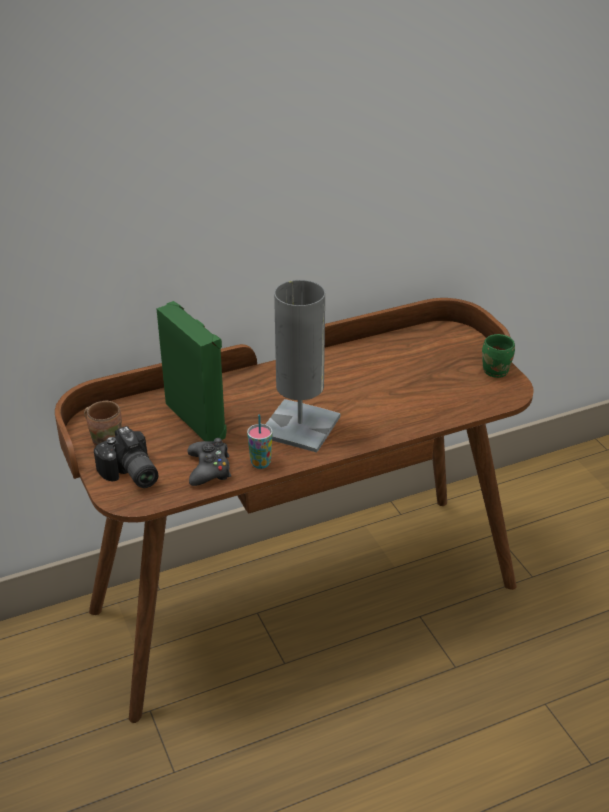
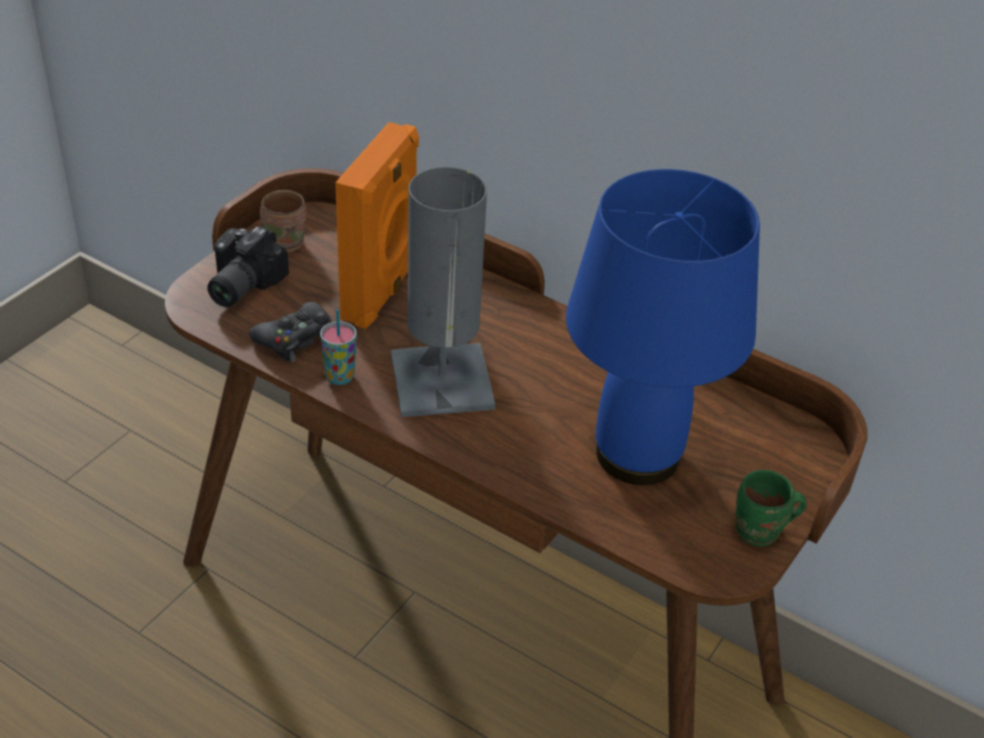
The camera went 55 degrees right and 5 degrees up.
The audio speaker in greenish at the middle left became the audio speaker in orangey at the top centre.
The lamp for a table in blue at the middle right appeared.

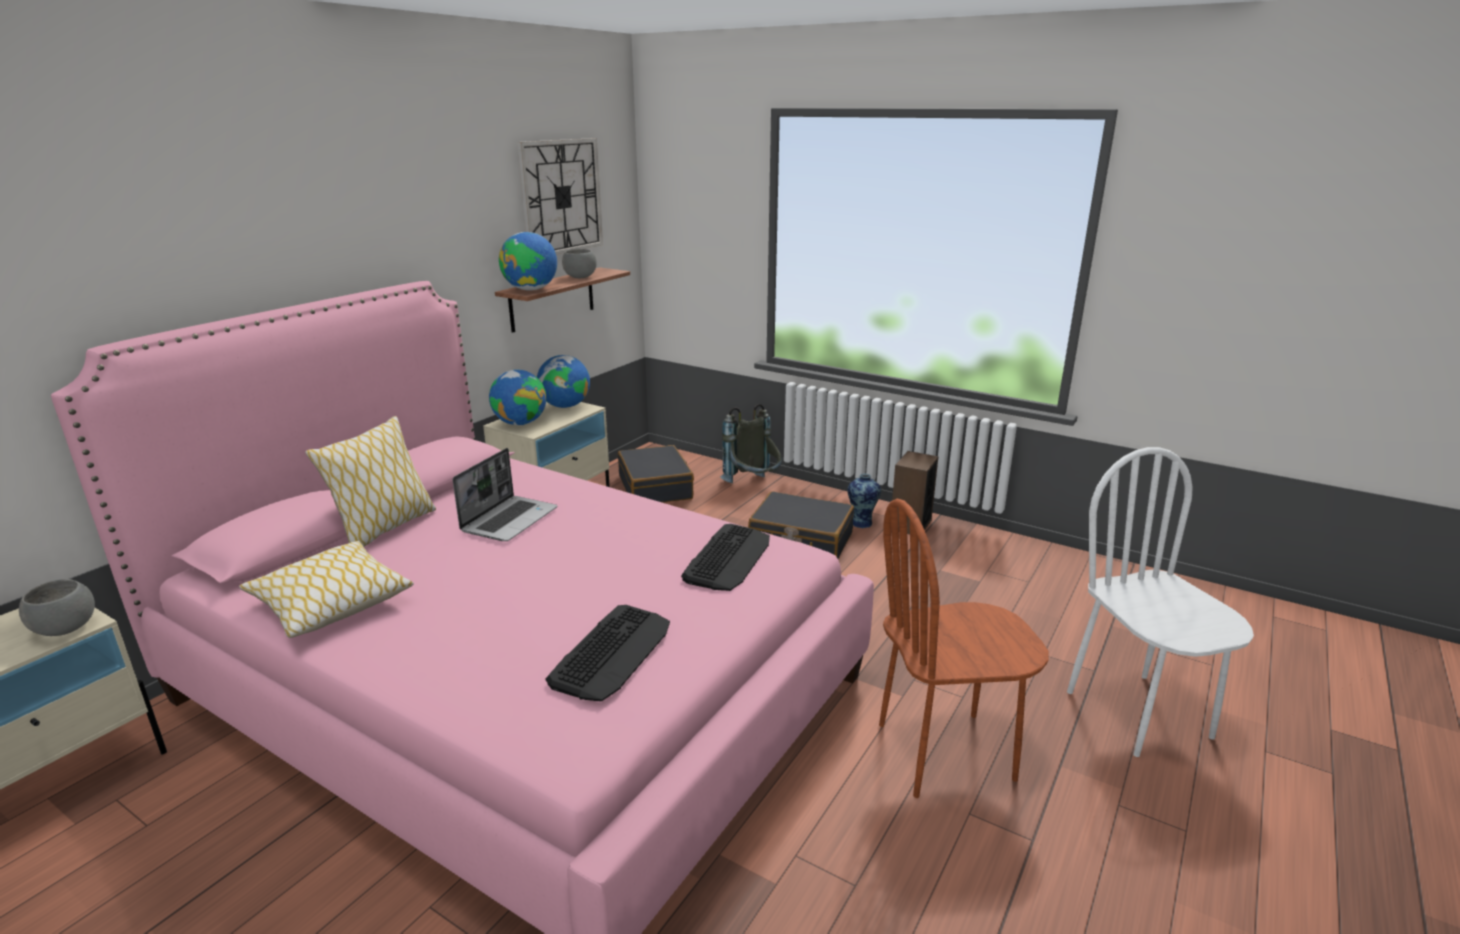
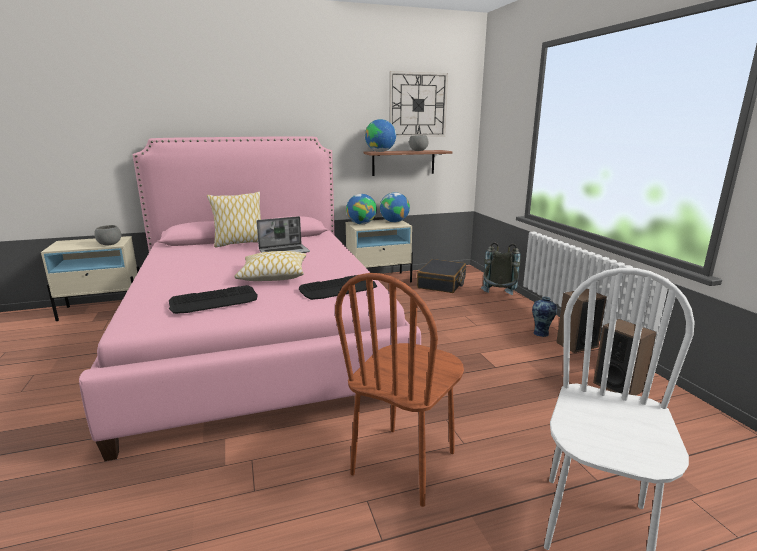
The camera went 40 degrees right and 5 degrees down.
The throw pillow (1st from left in the first image) moved from the middle left to the centre.
The upright chair in brown-coloured at the bottom centre turned 90 degrees counterclockwise.
The audio speaker (2nd from left) at the middle right appeared.
The travel case in blackish (2nd from left) at the centre disappeared.

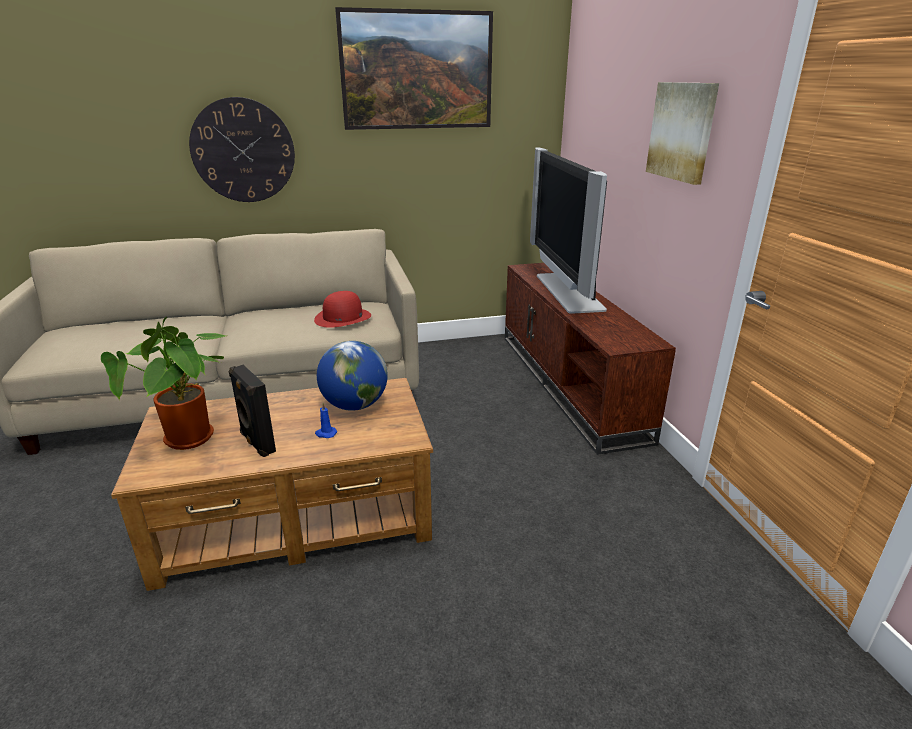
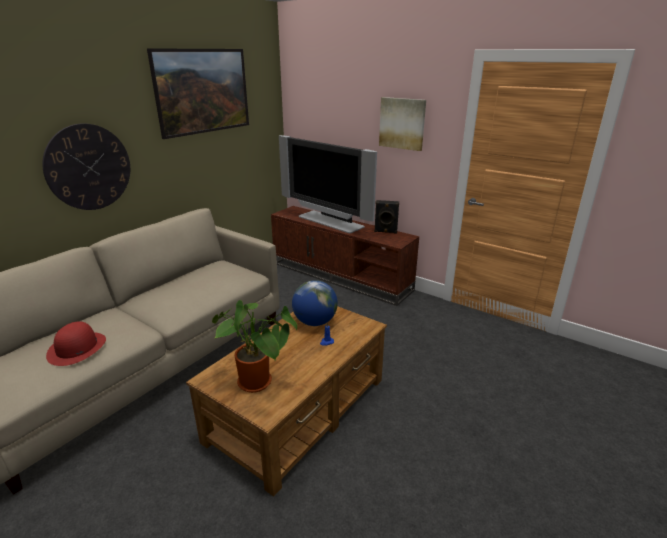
The camera went 40 degrees left and 0 degrees up.
The wearable hat in red moved from the centre to the middle left.
The audio speaker in blackish moved from the middle left to the centre.

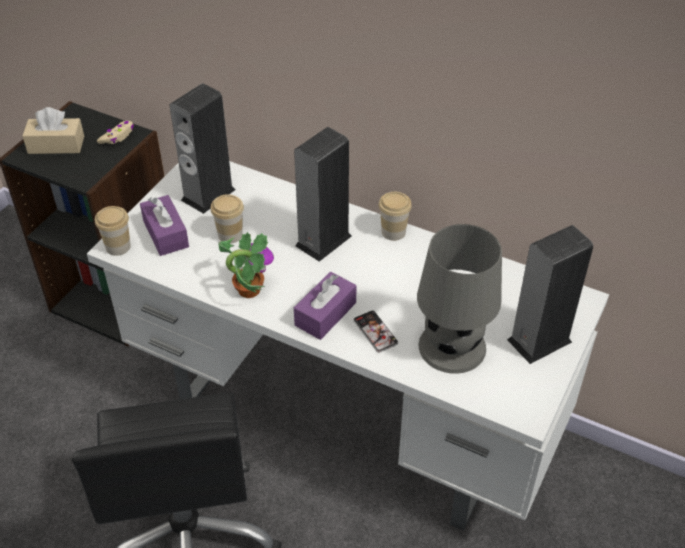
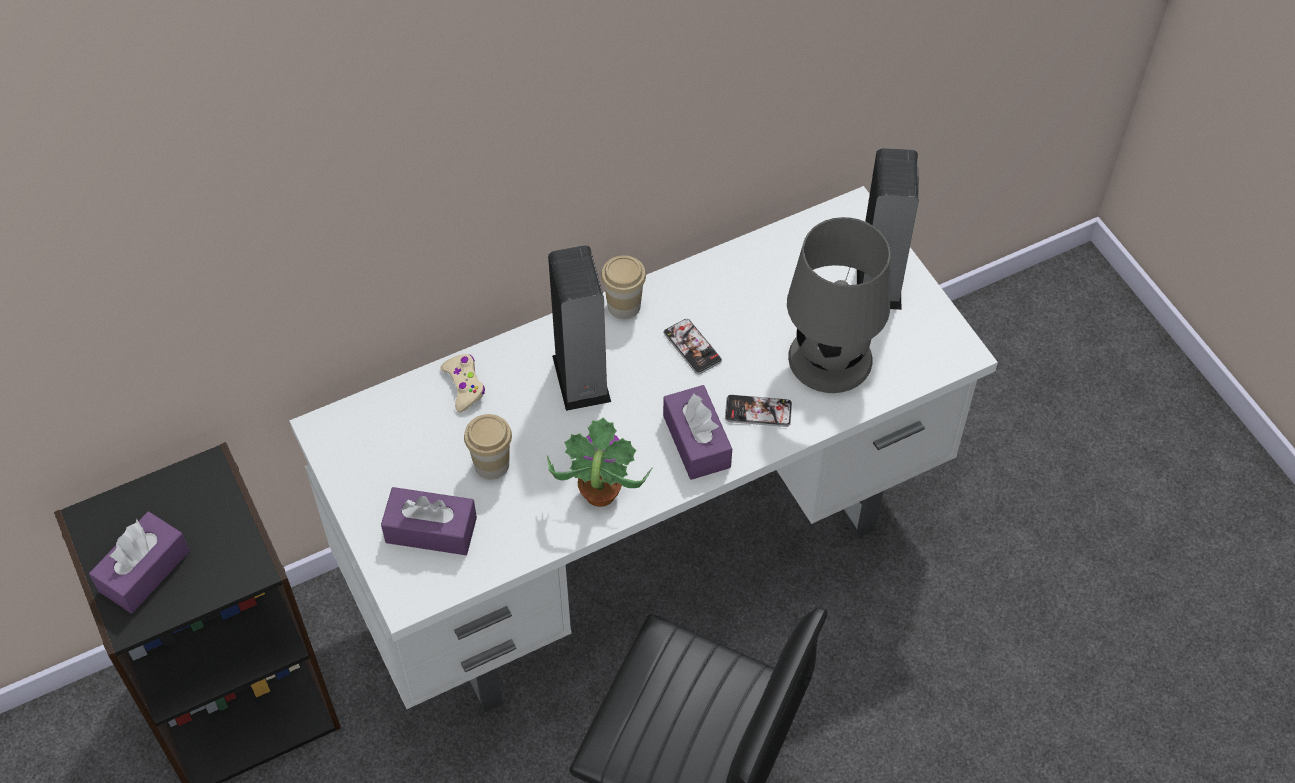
The camera went 55 degrees left and 10 degrees up.
The tissue box in beige at the top left became the tissue box in purple-coloured (1st from left) at the bottom left.
The gamepad in beige moved from the top left to the centre.
The telephone (1st from left) at the centre appeared.
The drinking cup (1st from left) at the middle left disappeared.
The audio speaker (1st from left) at the top left disappeared.

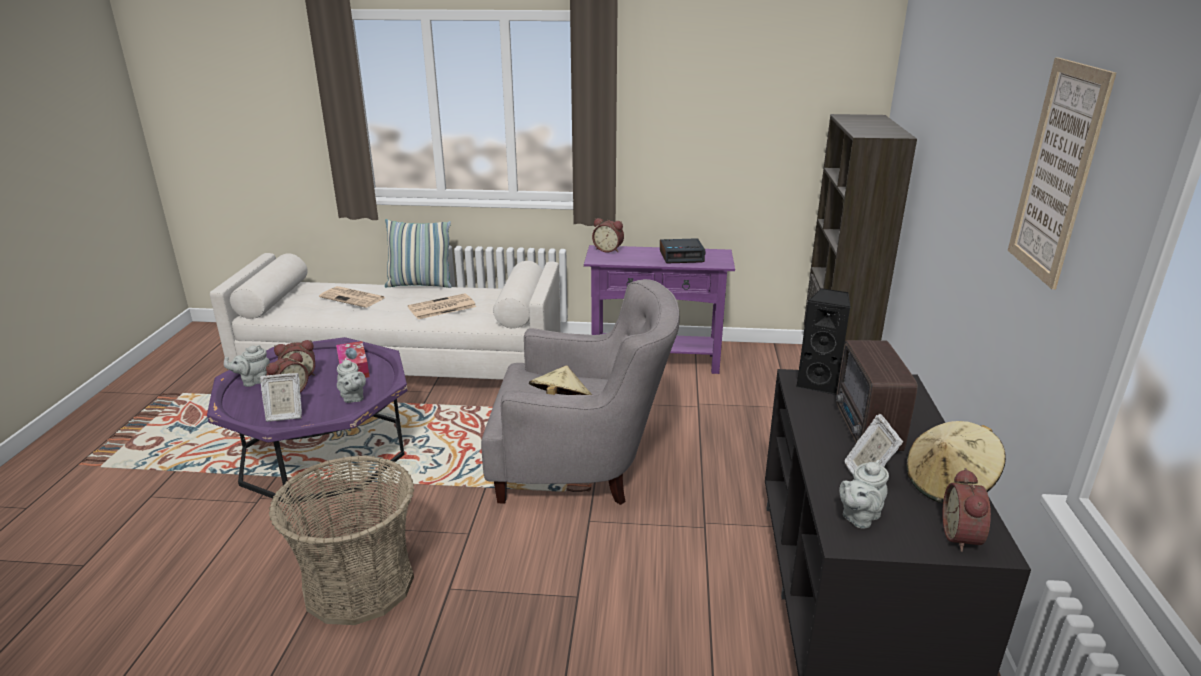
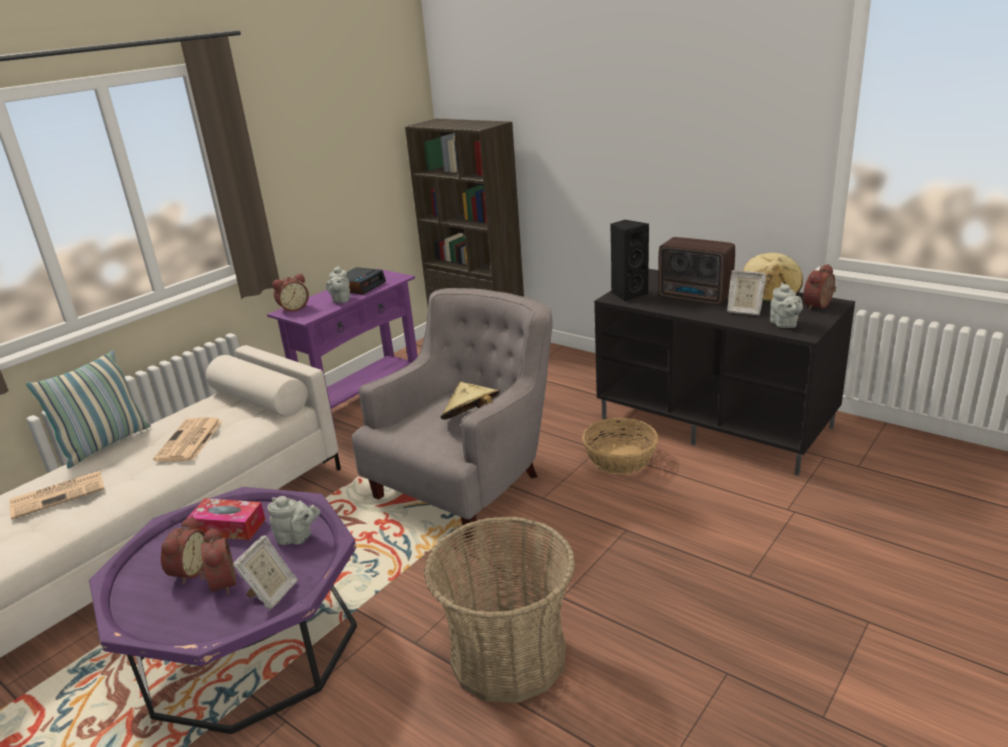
The camera went 55 degrees left and 0 degrees up.
The pot for tea in greyish (1st from left in the first image) moved from the middle left to the centre.
The storage basket (2nd from left) at the centre appeared.
The table clock (5th from left) at the bottom right turned 90 degrees clockwise.
The wall art at the top right disappeared.

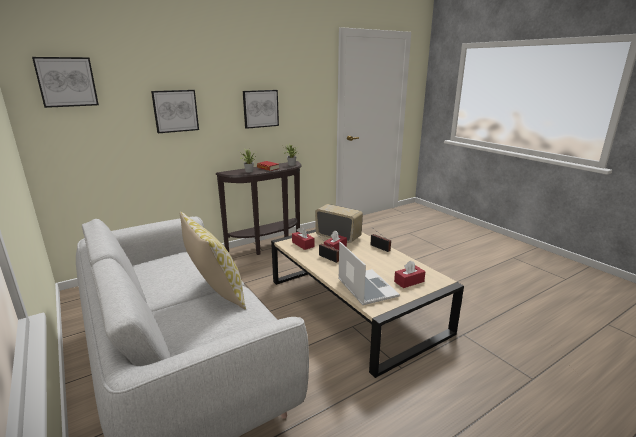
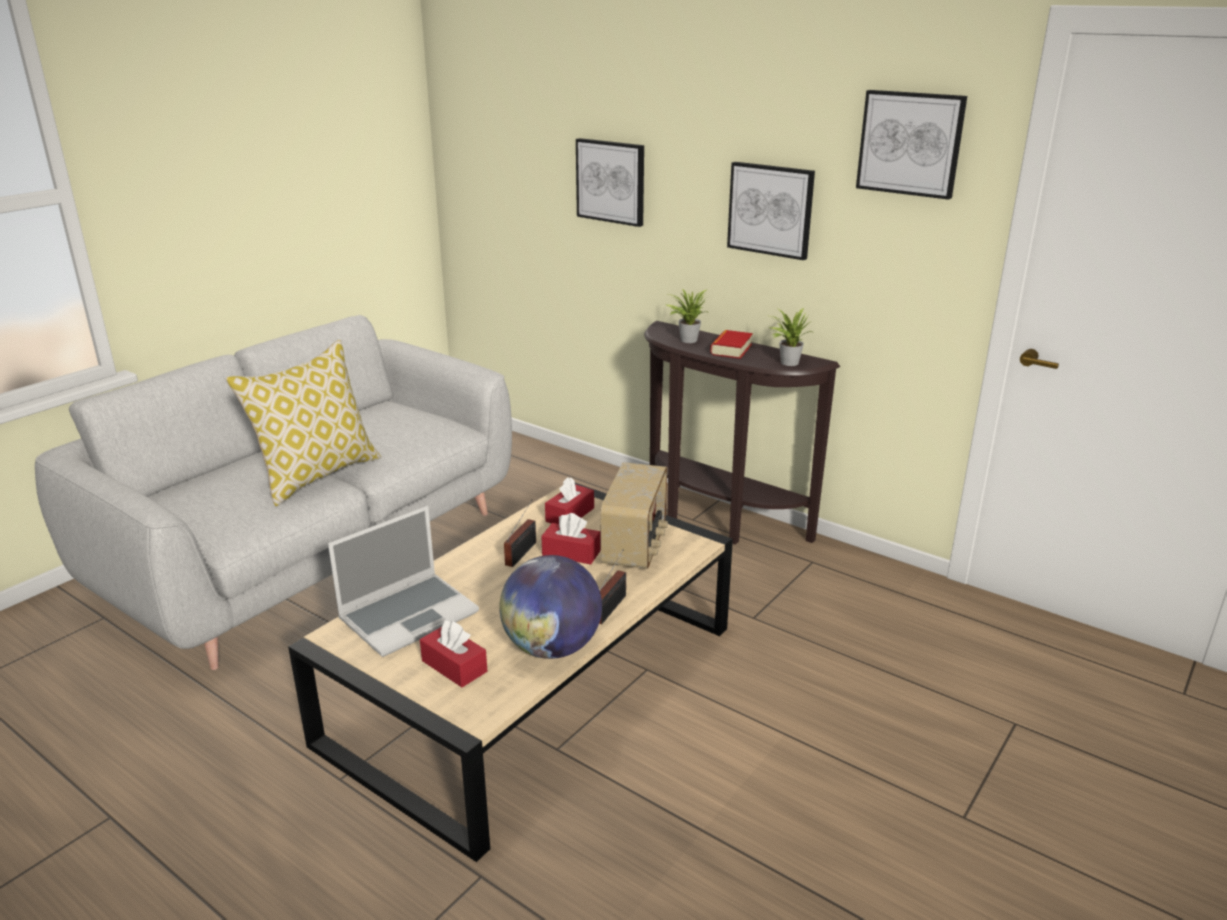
The camera went 70 degrees right and 5 degrees up.
The world globe at the centre appeared.
The wall art (1st from left in the first image) moved from the top left to the top right.

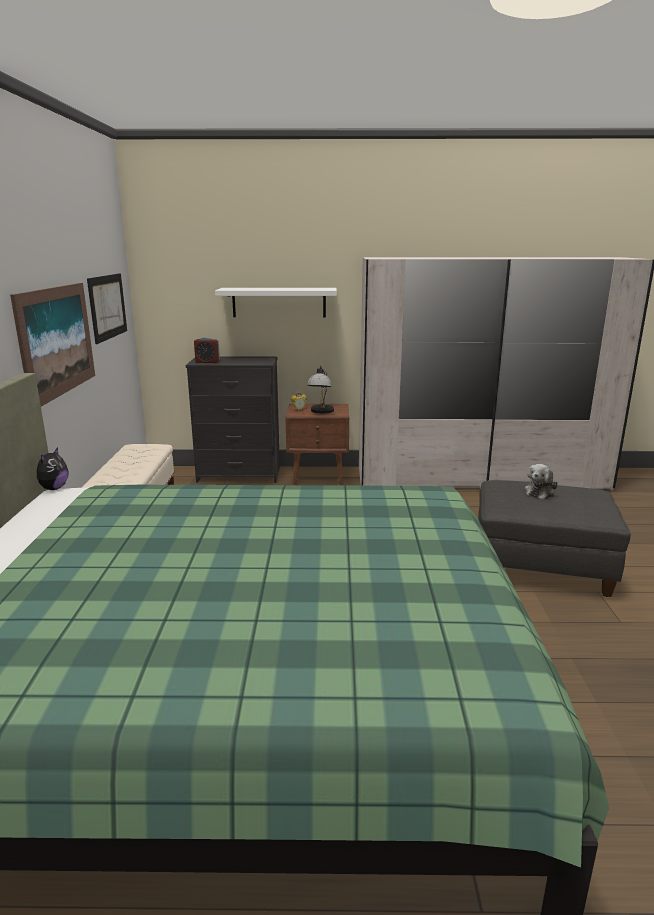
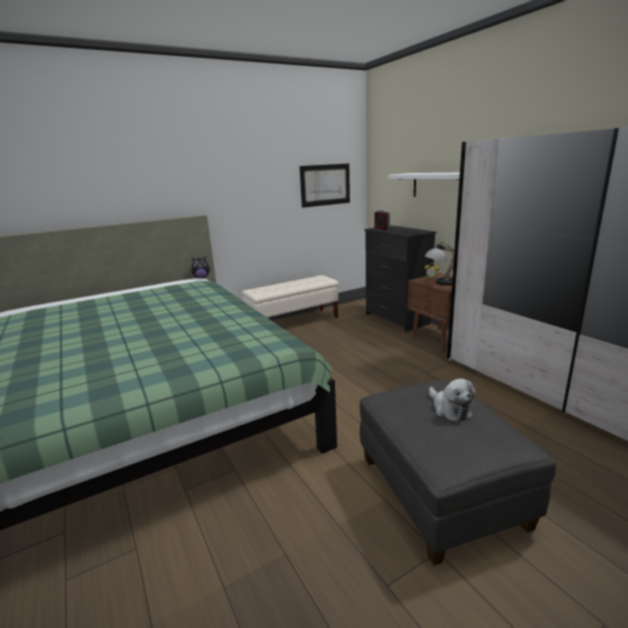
The camera went 60 degrees right and 0 degrees up.
The cuddly toy (2nd from left) at the middle right turned 120 degrees counterclockwise.
The wall art (1st from left) at the middle left disappeared.

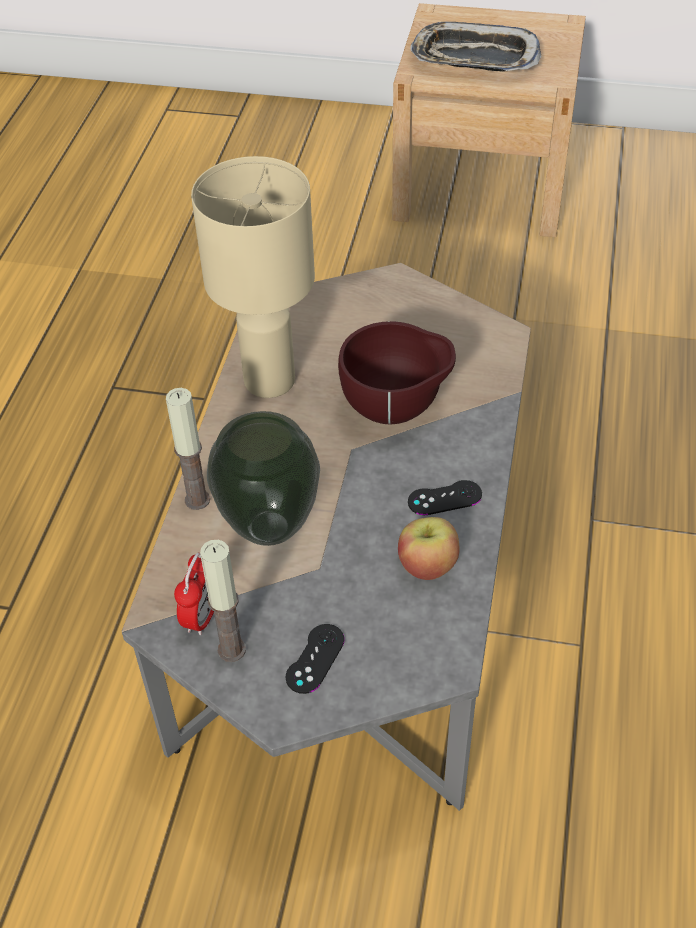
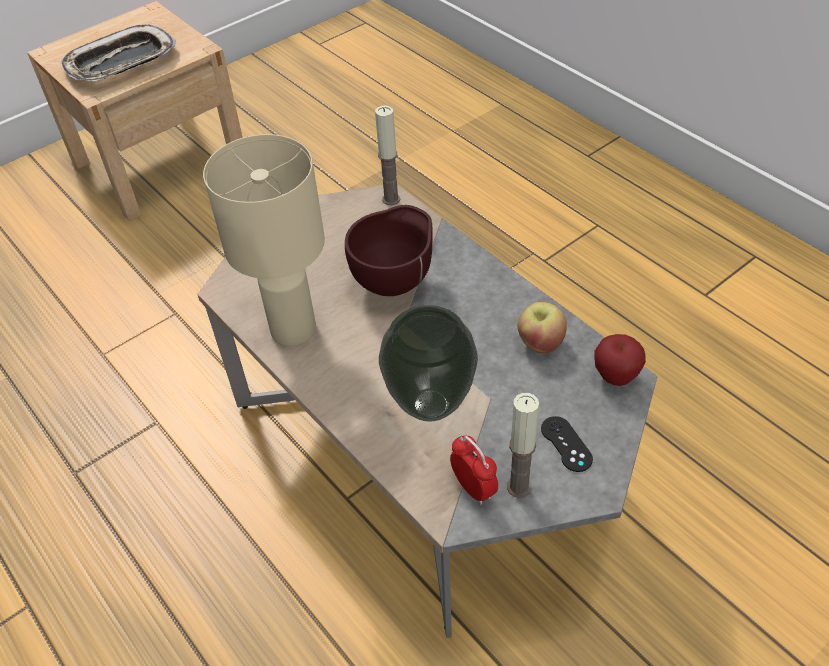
The camera went 50 degrees left and 0 degrees up.
The candle (1st from left) moved from the middle left to the top centre.
The whole apple (2nd from left) at the middle right appeared.
The gamepad in blackish (2nd from left) at the centre disappeared.

